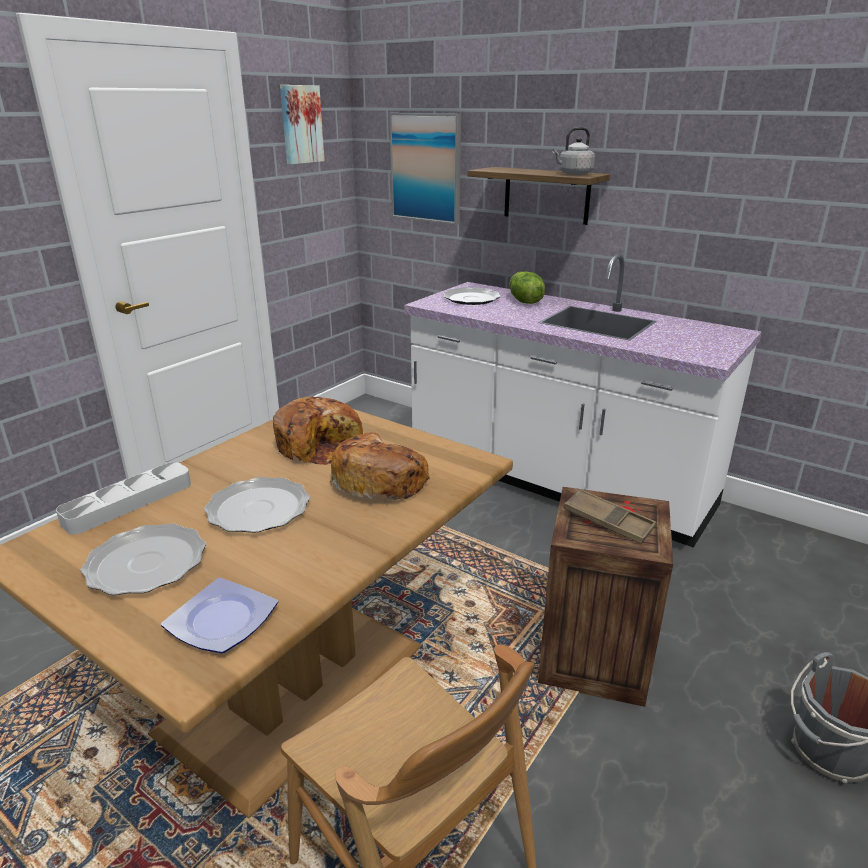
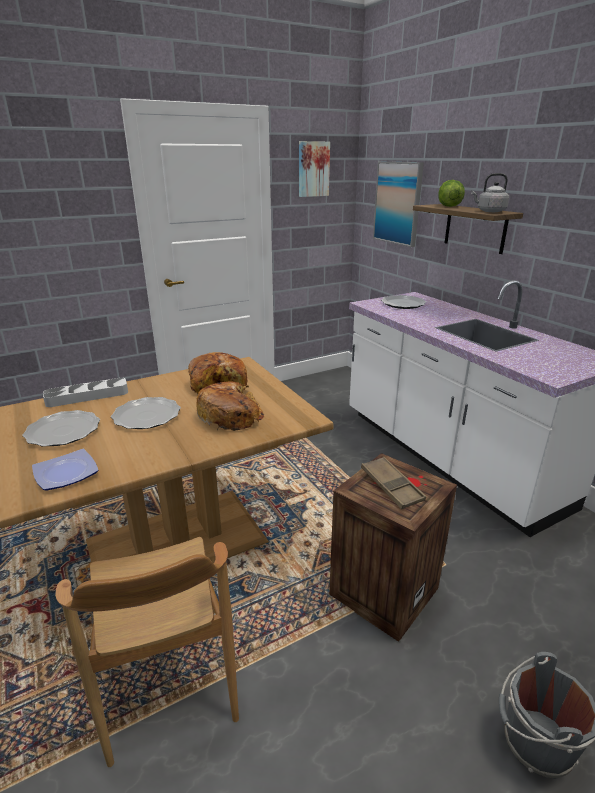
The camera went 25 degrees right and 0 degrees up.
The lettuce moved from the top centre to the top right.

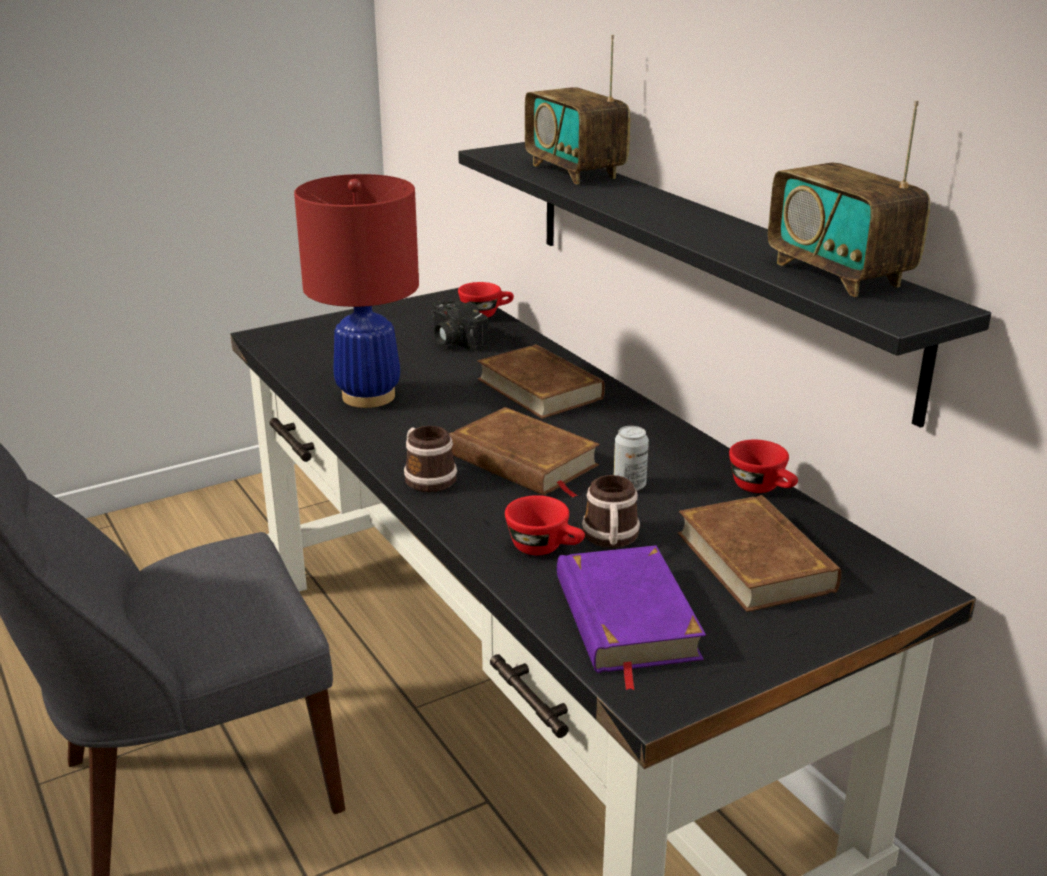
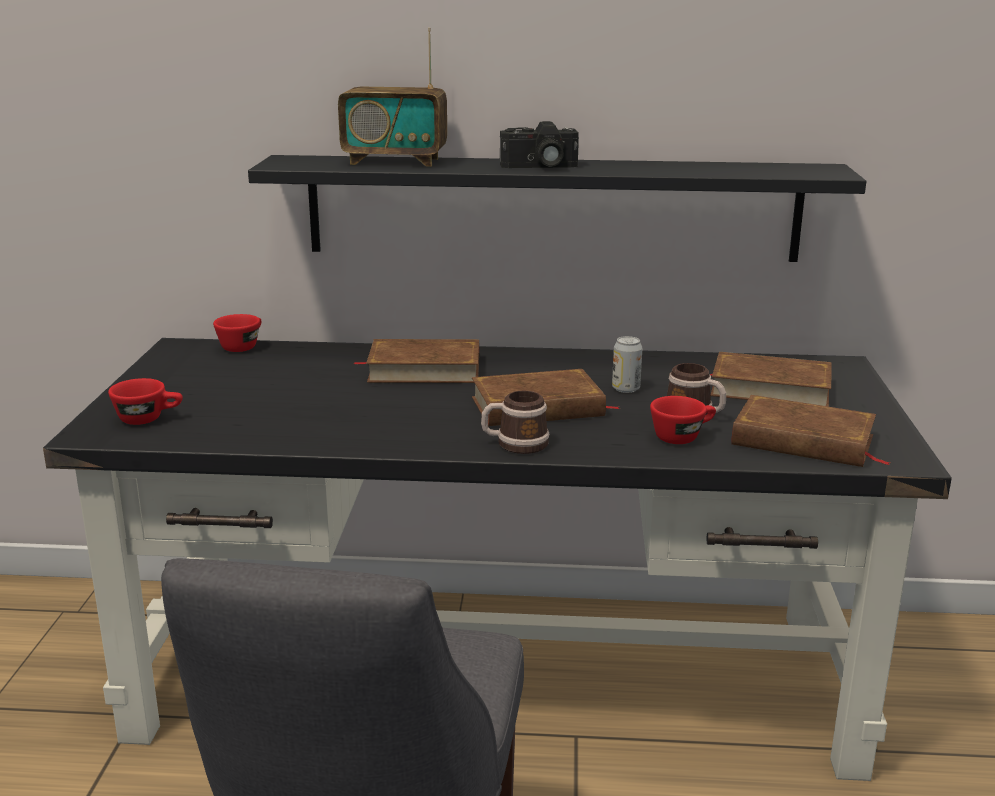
The camera went 55 degrees left and 5 degrees down.
The drinking cup in red (3rd from left in the first image) moved from the middle right to the middle left.
The still camera moved from the centre to the top centre.
The volume in purple-coloured at the bottom centre became the volume in brown-coloured (4th from left) at the middle right.
The lamp for a table in red at the top centre disappeared.
The radio receiver (2nd from left) at the top right disappeared.

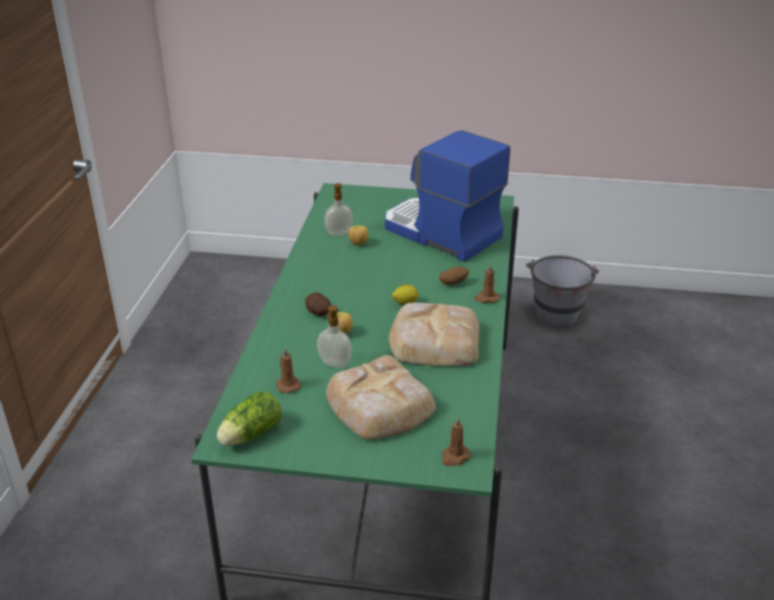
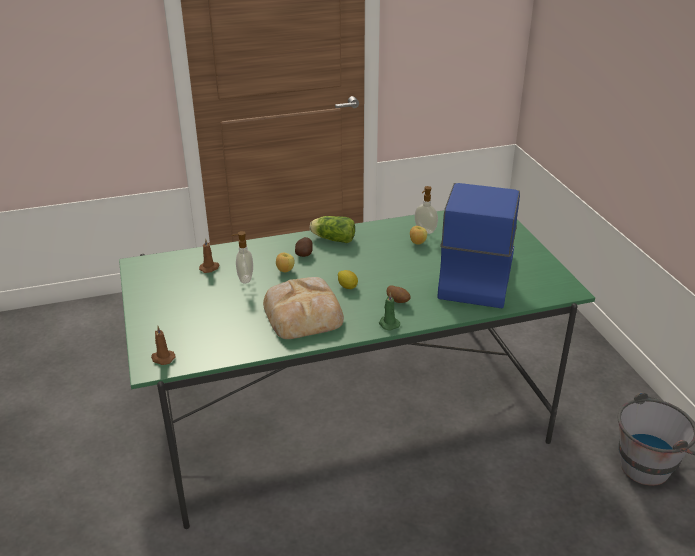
The camera went 65 degrees right and 0 degrees up.
The lettuce moved from the bottom left to the centre.
The candle in brown-coloured (3rd from left) at the centre became the candle in greenish at the centre.
The bread (1st from left) at the centre disappeared.

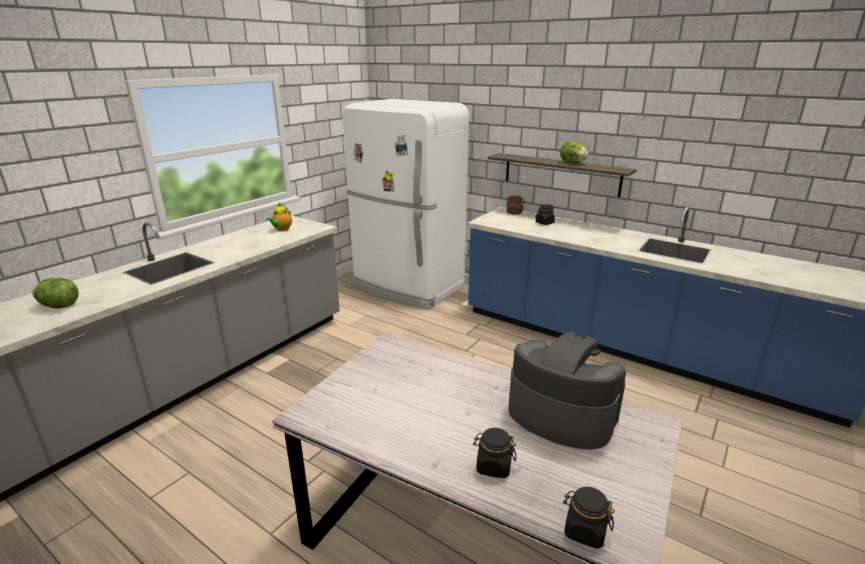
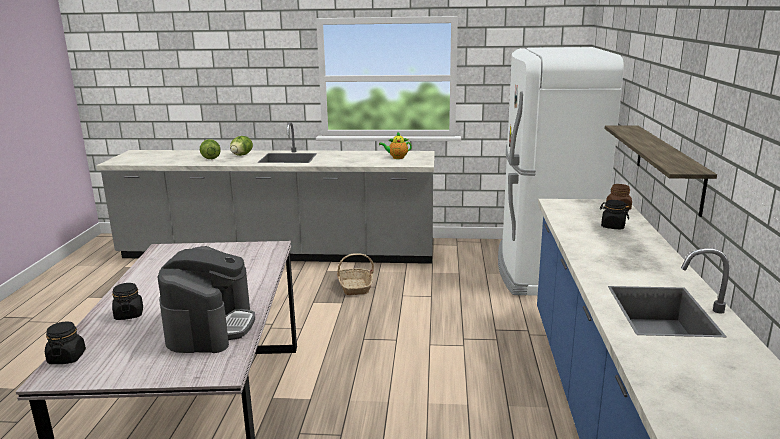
The camera went 60 degrees right and 5 degrees down.
The lettuce (2nd from left) moved from the top centre to the top left.
The storage basket at the centre appeared.

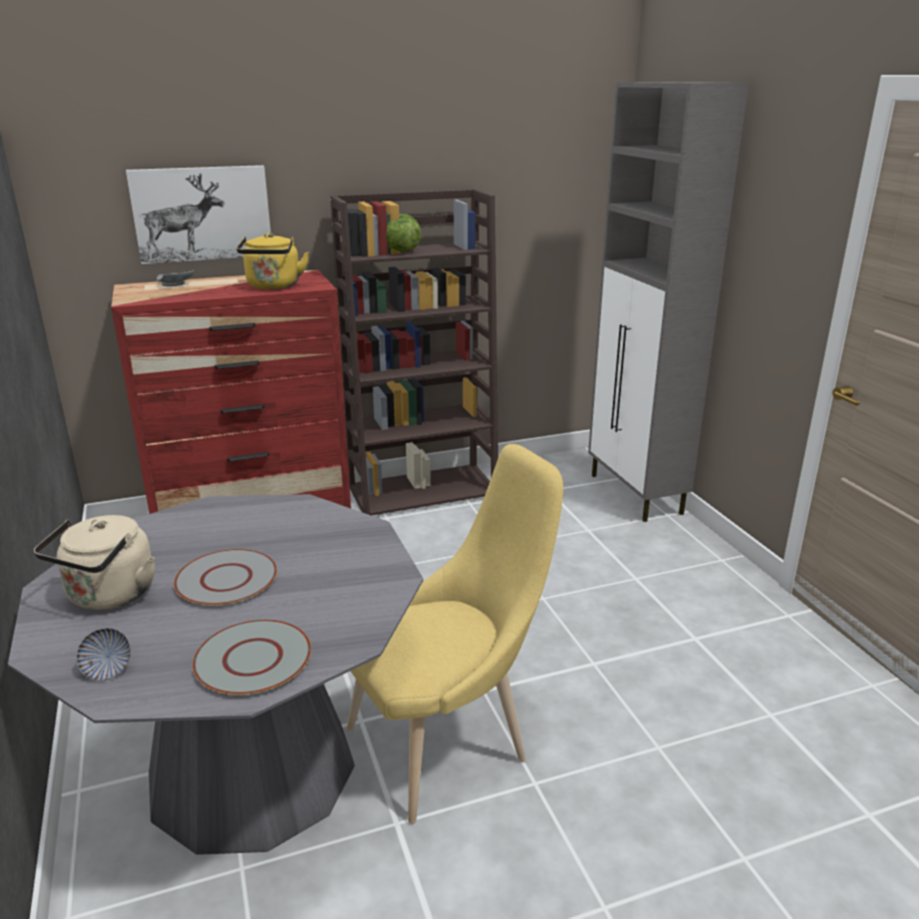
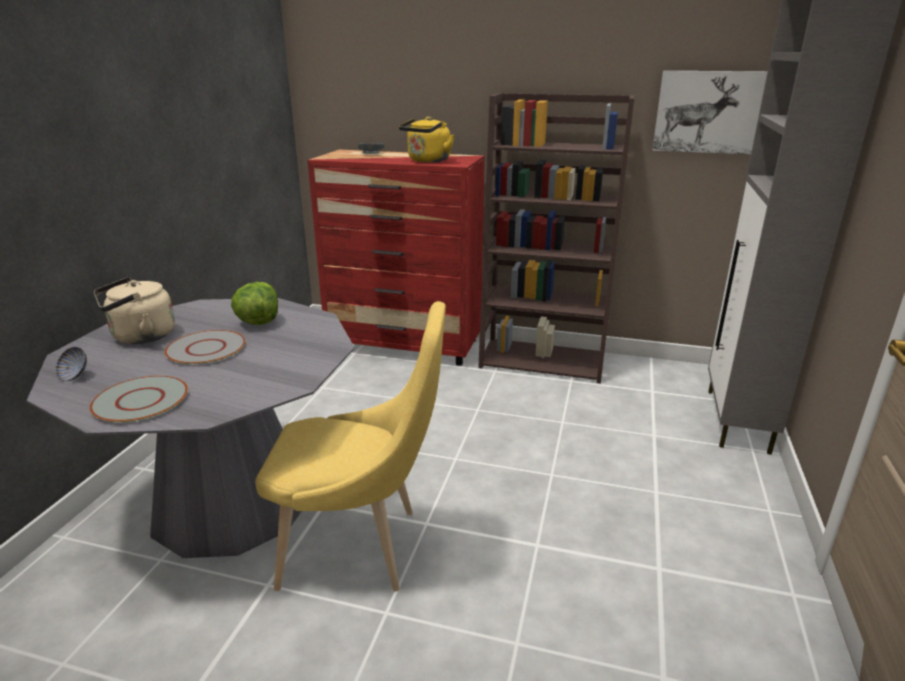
The camera went 35 degrees right and 0 degrees up.
The lettuce moved from the top centre to the middle left.
The wall art moved from the top left to the top right.

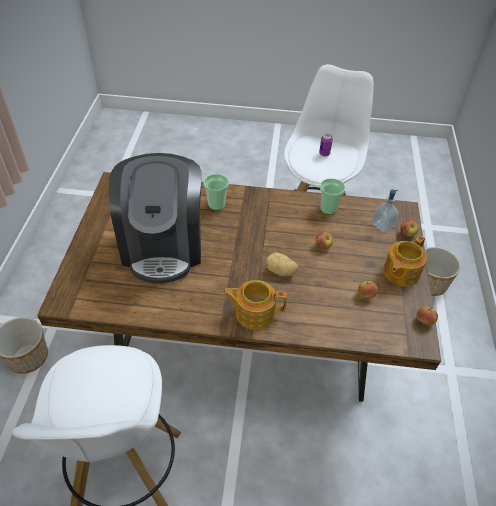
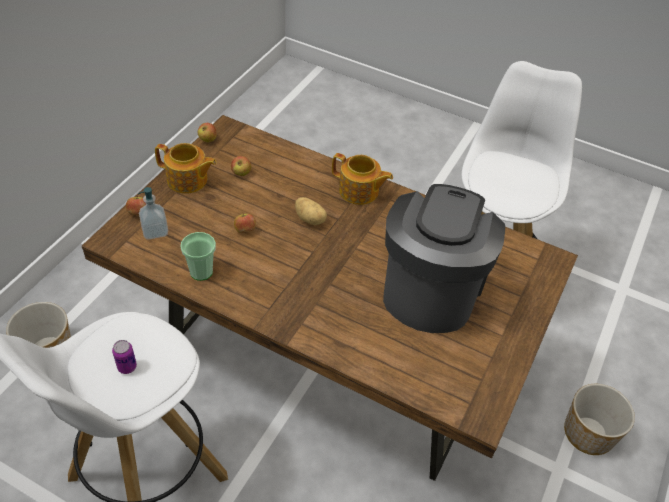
The camera went 160 degrees left and 0 degrees up.
The pot for tea (2nd from left in the first image) at the middle right turned 45 degrees clockwise.
The drinking cup (1st from left) at the centre disappeared.

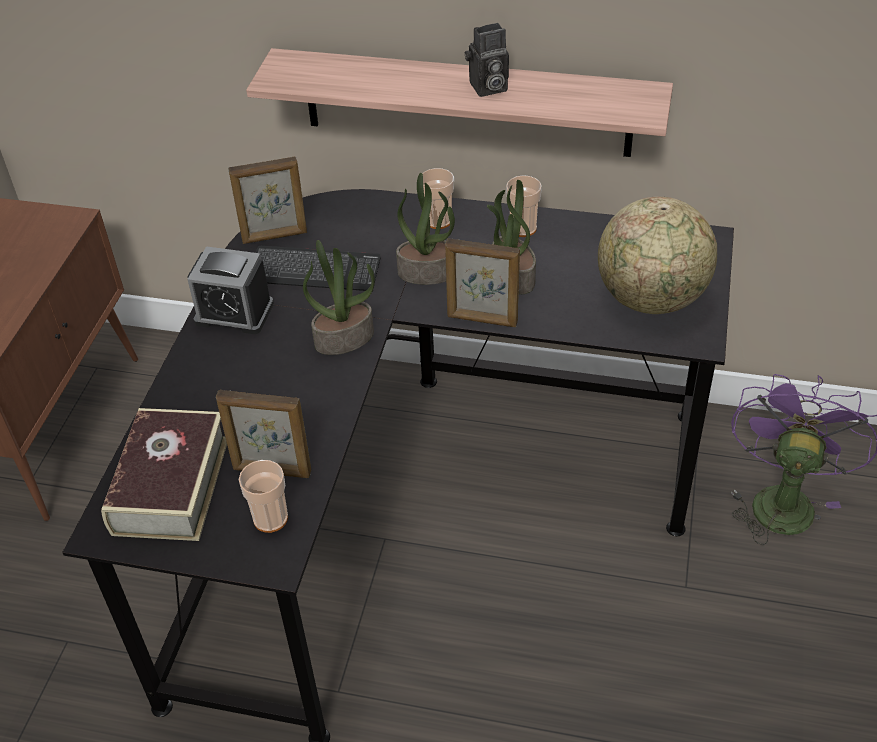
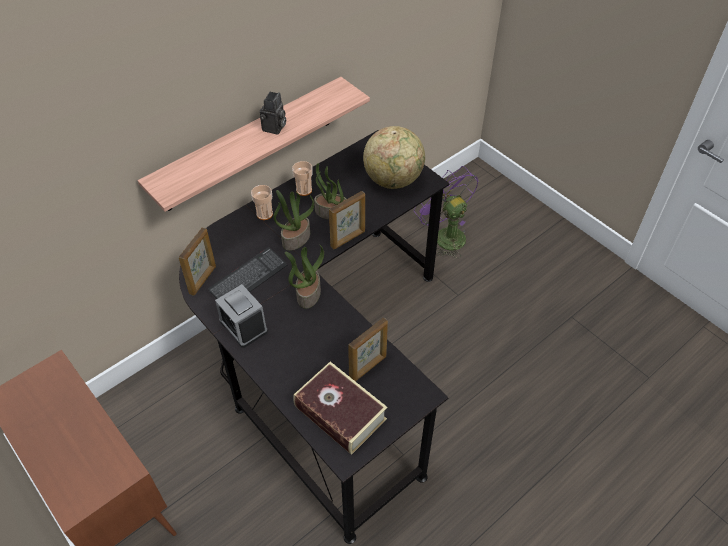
The camera went 55 degrees left and 5 degrees up.
The table clock at the middle left turned 90 degrees clockwise.
The drinking cup (1st from left) at the bottom left disappeared.

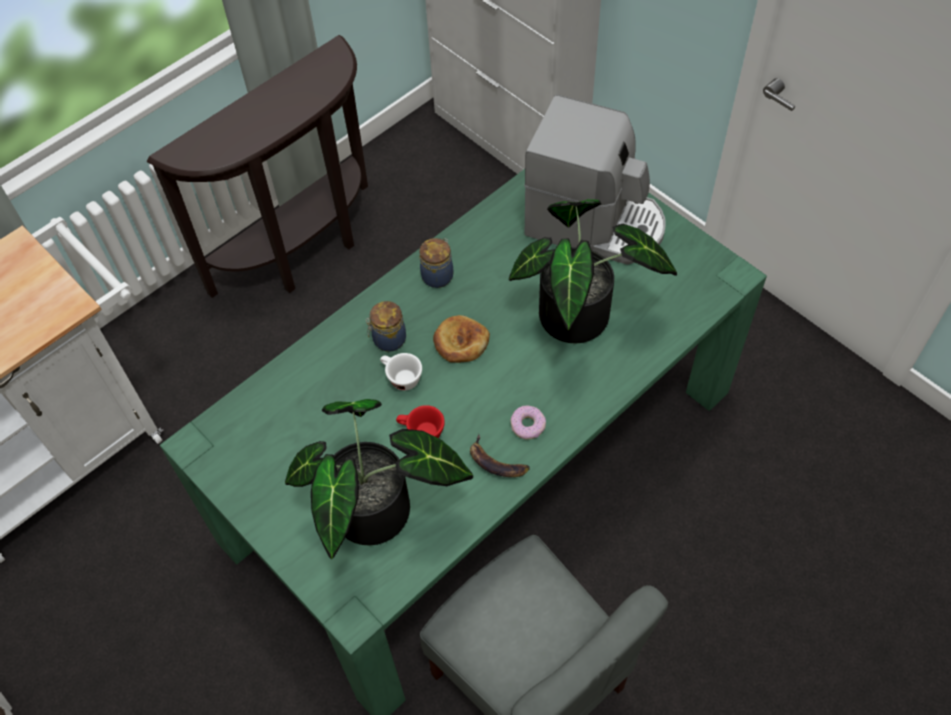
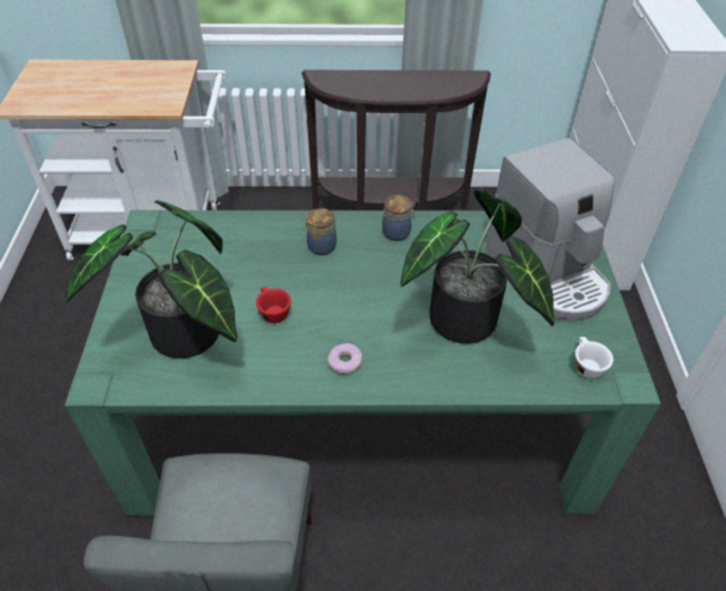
The camera went 40 degrees right and 10 degrees down.
The drinking cup in white moved from the centre to the middle right.
The bread at the centre disappeared.
The banana at the centre disappeared.

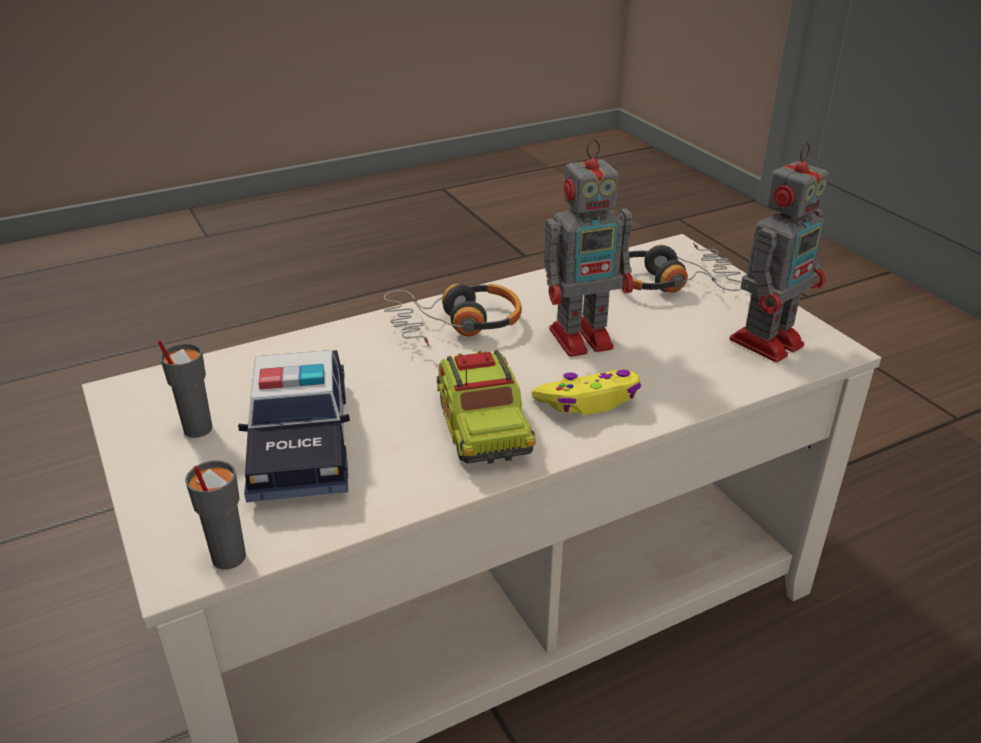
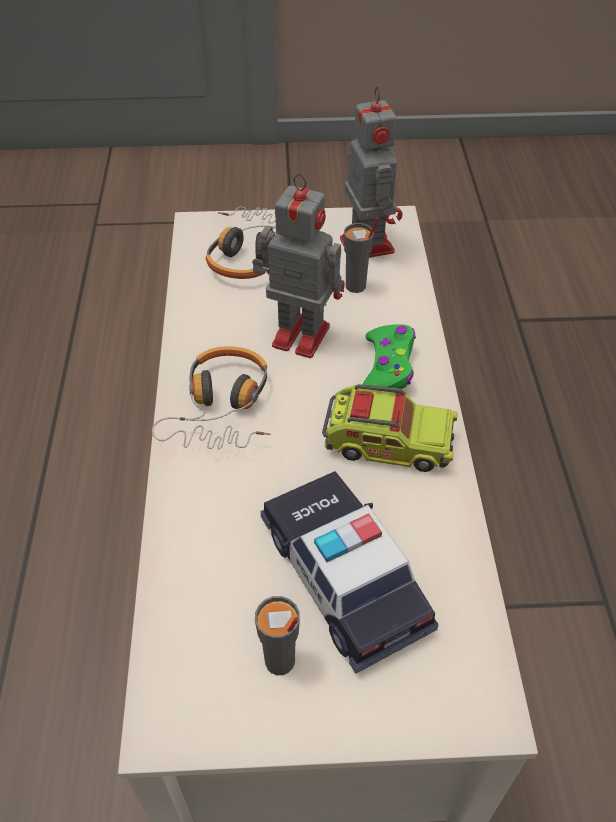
The camera went 65 degrees left and 15 degrees up.
The toy robot (1st from left) at the centre turned 75 degrees counterclockwise.
The miniature car at the middle left turned 135 degrees counterclockwise.
The drinking cup in greyish (2nd from left) moved from the bottom left to the top centre.
The gamepad in yellow-coloured at the centre became the gamepad in greenish at the centre.

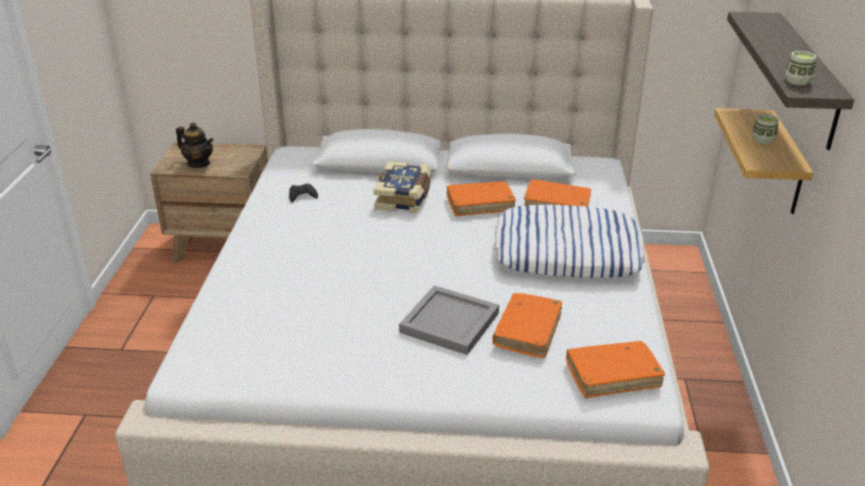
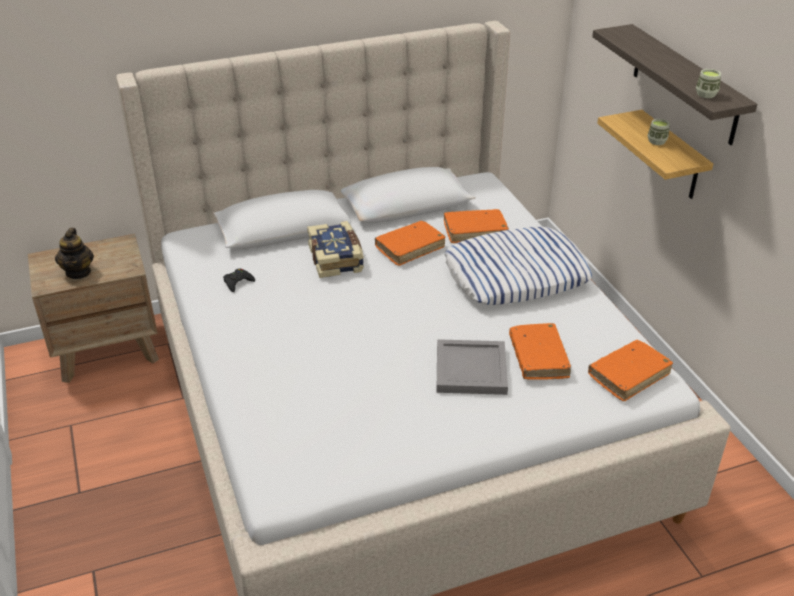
The camera went 25 degrees left and 5 degrees up.
The pot for tea at the top left turned 75 degrees clockwise.

